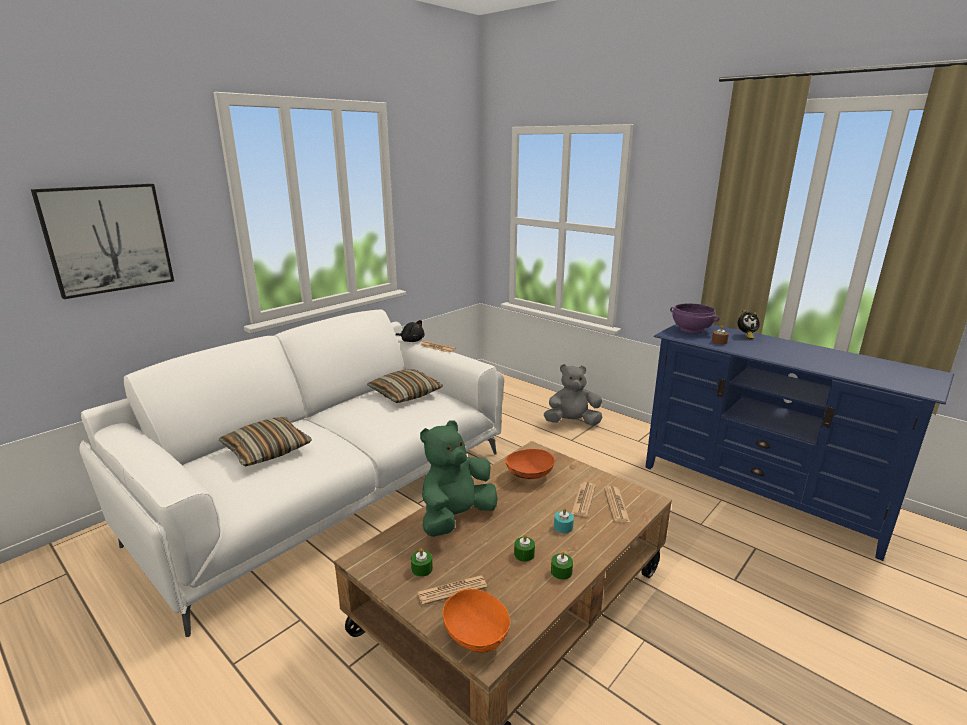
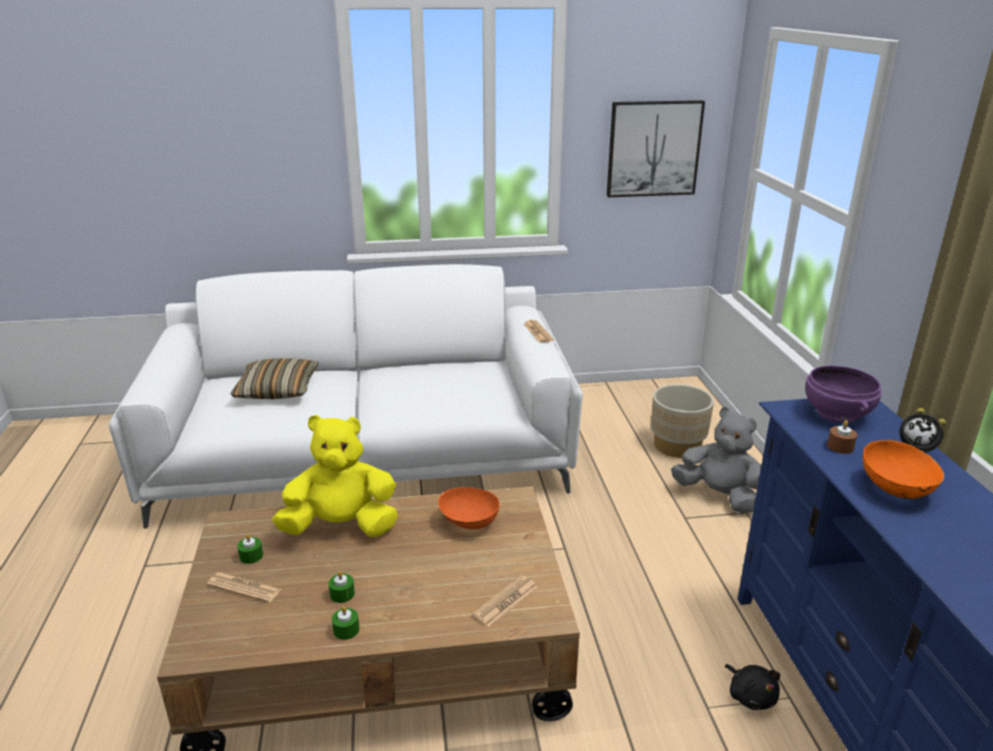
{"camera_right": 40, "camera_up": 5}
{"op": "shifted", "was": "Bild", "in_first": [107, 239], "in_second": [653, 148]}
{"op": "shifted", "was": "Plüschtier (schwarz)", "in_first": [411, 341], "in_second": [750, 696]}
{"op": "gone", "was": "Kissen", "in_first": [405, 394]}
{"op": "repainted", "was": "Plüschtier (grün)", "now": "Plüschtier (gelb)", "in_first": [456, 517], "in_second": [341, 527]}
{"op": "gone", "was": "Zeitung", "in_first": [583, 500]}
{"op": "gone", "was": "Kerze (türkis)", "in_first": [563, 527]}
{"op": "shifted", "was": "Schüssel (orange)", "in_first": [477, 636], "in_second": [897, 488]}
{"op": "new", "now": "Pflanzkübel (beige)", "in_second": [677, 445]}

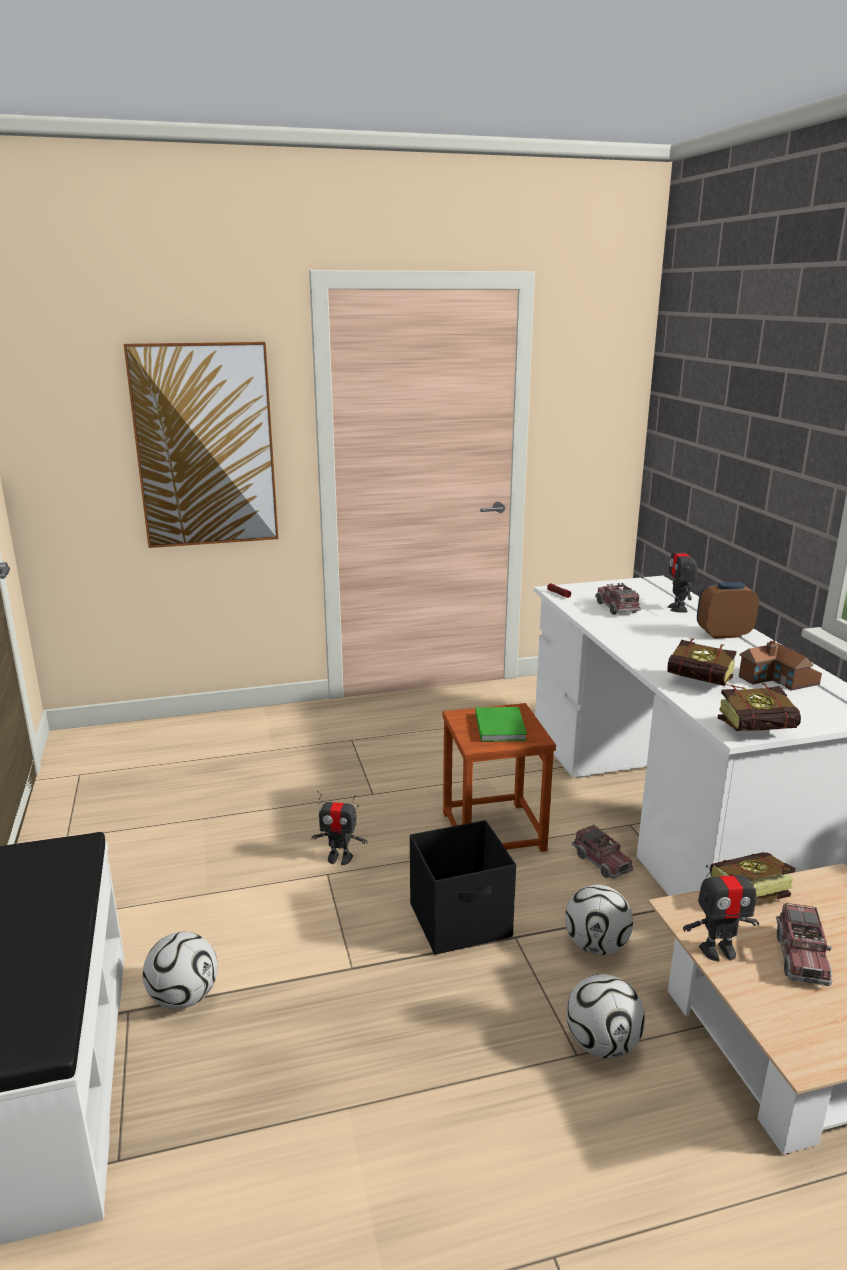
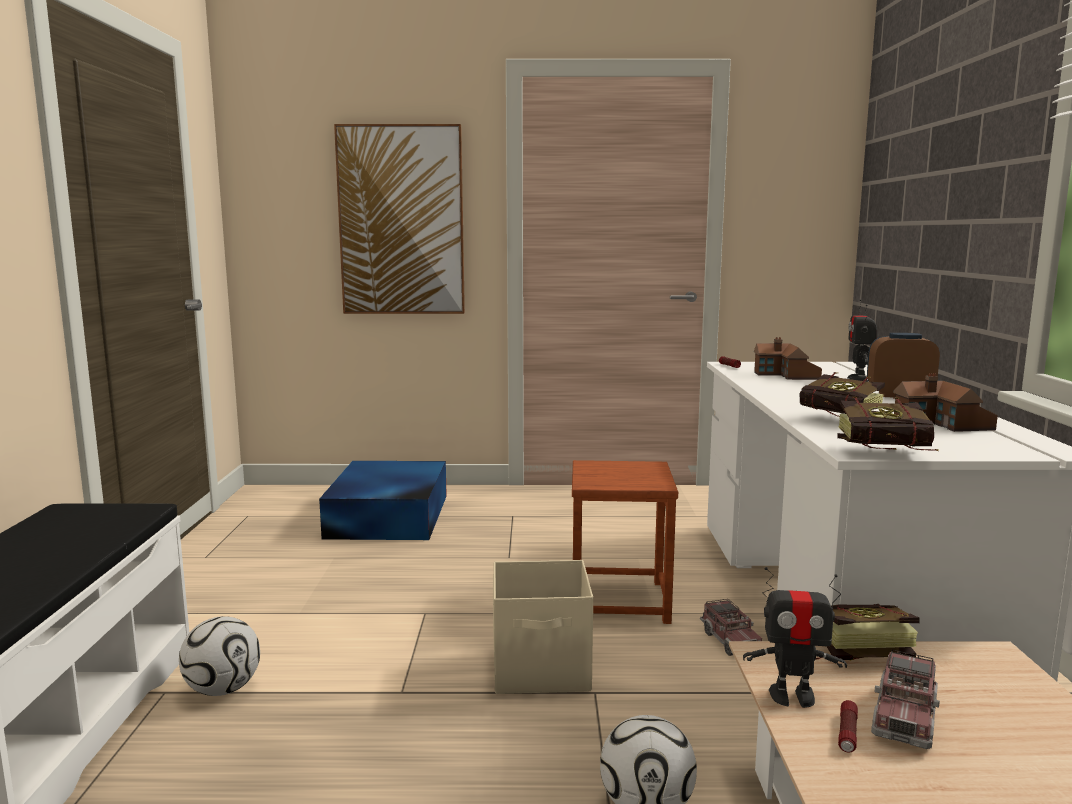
{"camera_right": 15, "camera_up": -10}
{"op": "swapped", "was": "Spielzeuglaster", "now": "Spielzeughaus", "in_first": [617, 607], "in_second": [786, 375]}
{"op": "gone", "was": "Buch (grün)", "in_first": [501, 726]}
{"op": "gone", "was": "Spielzeugroboter", "in_first": [339, 858]}
{"op": "repainted", "was": "Aufbewahrungsbox (schwarz)", "now": "Aufbewahrungsbox (beige)", "in_first": [461, 921], "in_second": [542, 670]}
{"op": "gone", "was": "Fußball", "in_first": [596, 945]}
{"op": "new", "now": "Aufbewahrungsbox (blau)", "in_second": [387, 517]}
{"op": "new", "now": "Taschenlampe", "in_second": [847, 733]}

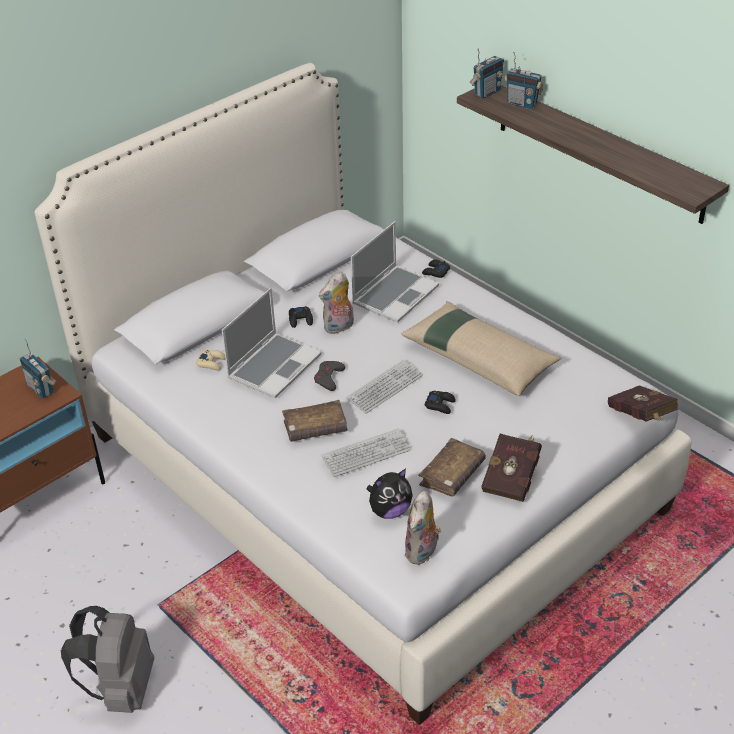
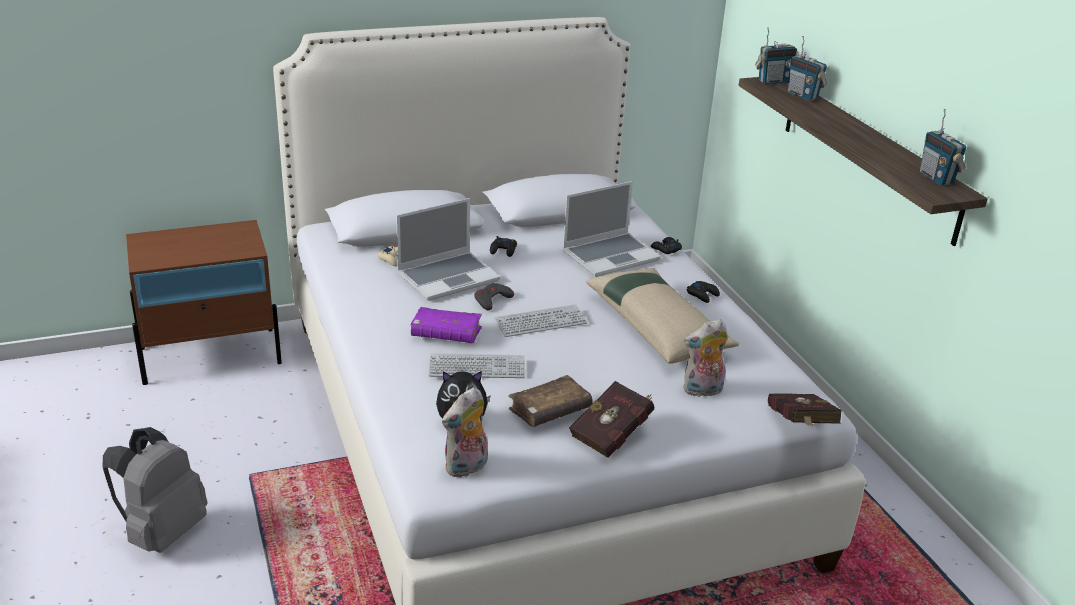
{"camera_right": 20, "camera_up": -10}
{"op": "shifted", "was": "Plüschtier", "in_first": [339, 327], "in_second": [702, 391]}
{"op": "shifted", "was": "Radio", "in_first": [41, 389], "in_second": [936, 178]}
{"op": "shifted", "was": "Gamepad (schwarz)", "in_first": [440, 405], "in_second": [703, 295]}
{"op": "repainted", "was": "Buch (braun)", "now": "Buch (lila)", "in_first": [315, 428], "in_second": [446, 334]}

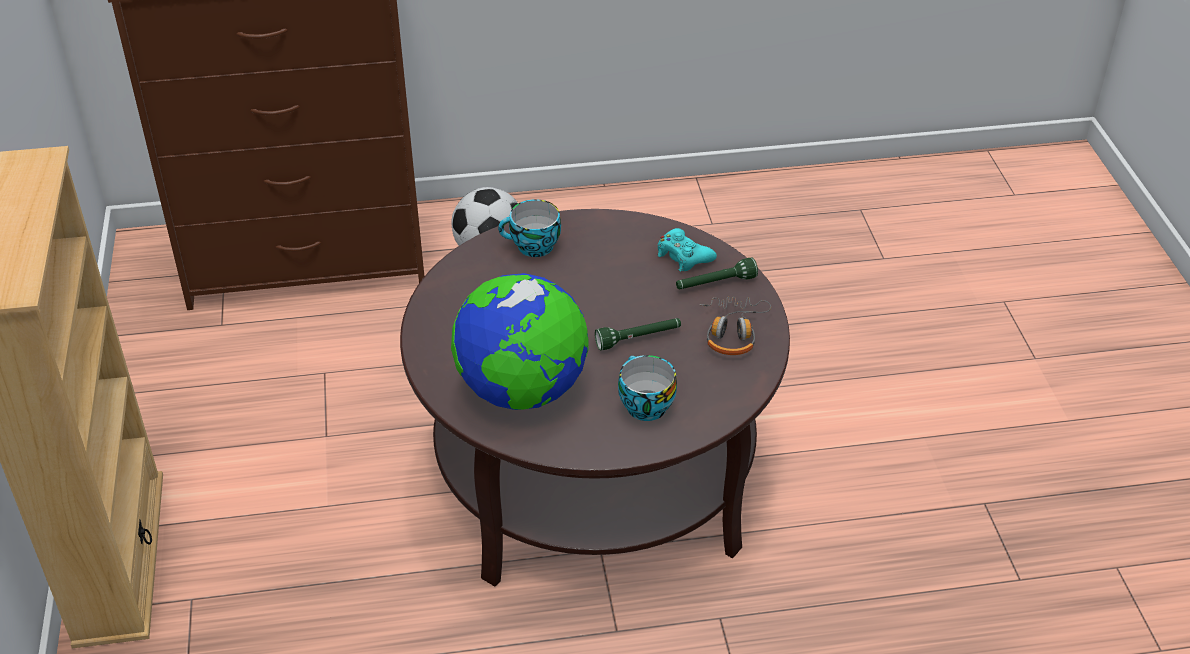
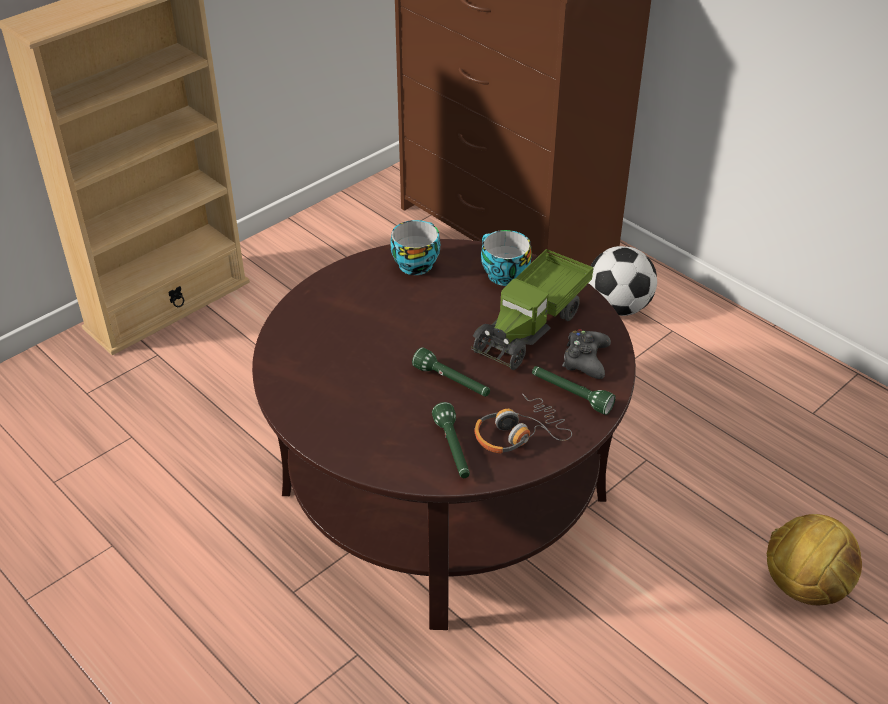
{"camera_right": 55, "camera_up": 0}
{"op": "repainted", "was": "Gamepad (türkis)", "now": "Gamepad (schwarz)", "in_first": [683, 256], "in_second": [585, 360]}
{"op": "gone", "was": "Globus", "in_first": [522, 391]}
{"op": "shifted", "was": "Tasse", "in_first": [643, 405], "in_second": [416, 263]}
{"op": "new", "now": "Spielzeuglaster", "in_second": [532, 327]}
{"op": "new", "now": "Taschenlampe (grün)", "in_second": [453, 449]}
{"op": "new", "now": "Fußball", "in_second": [803, 587]}

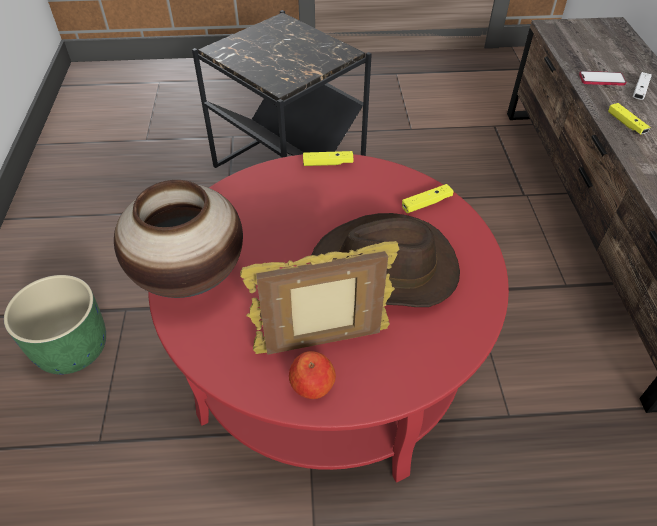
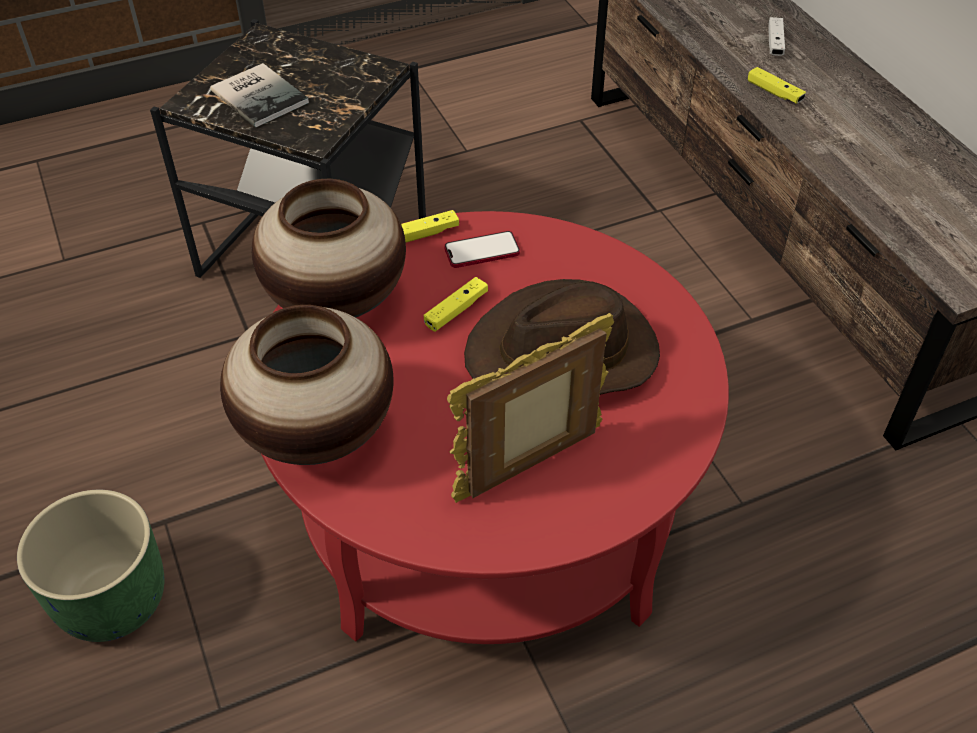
{"camera_right": -20, "camera_up": 0}
{"op": "shifted", "was": "Handy", "in_first": [601, 79], "in_second": [482, 251]}
{"op": "shifted", "was": "Gamepad (gelb)", "in_first": [426, 203], "in_second": [456, 310]}
{"op": "gone", "was": "Apfel", "in_first": [312, 385]}
{"op": "new", "now": "Buch", "in_second": [260, 94]}
{"op": "new", "now": "Vase", "in_second": [336, 302]}

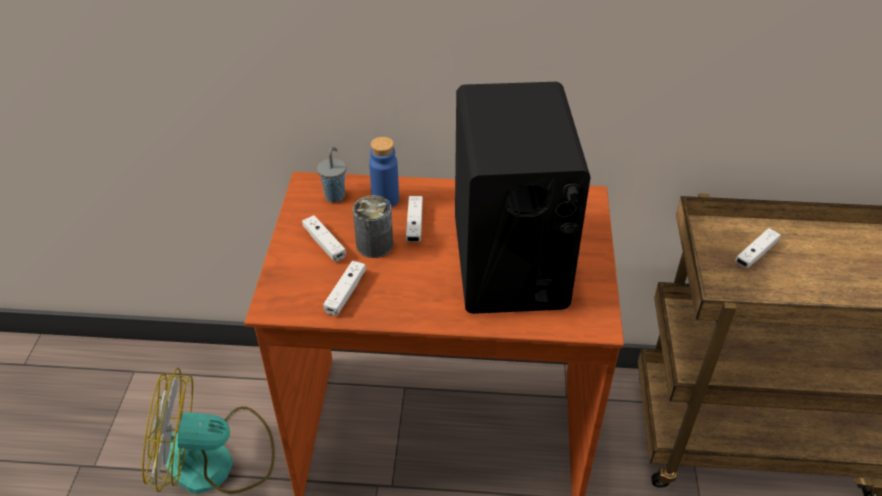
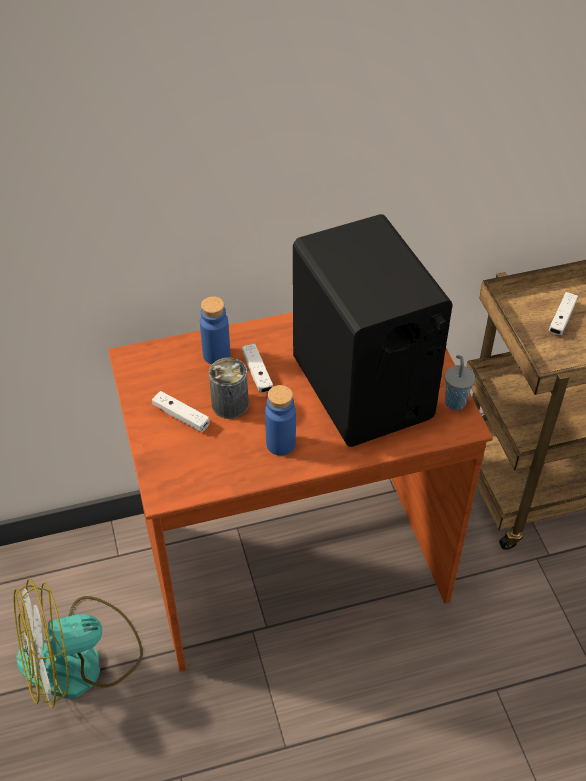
{"camera_right": -20, "camera_up": 5}
{"op": "shifted", "was": "Tasse (grau)", "in_first": [335, 195], "in_second": [455, 401]}
{"op": "gone", "was": "Gamepad (weiß)", "in_first": [345, 293]}
{"op": "new", "now": "Flasche (blau)", "in_second": [280, 444]}

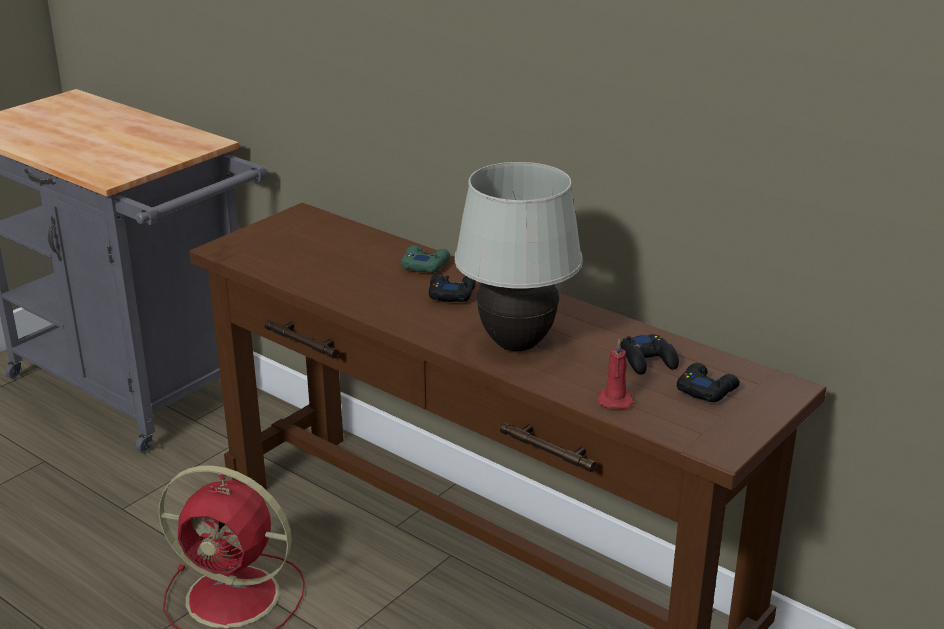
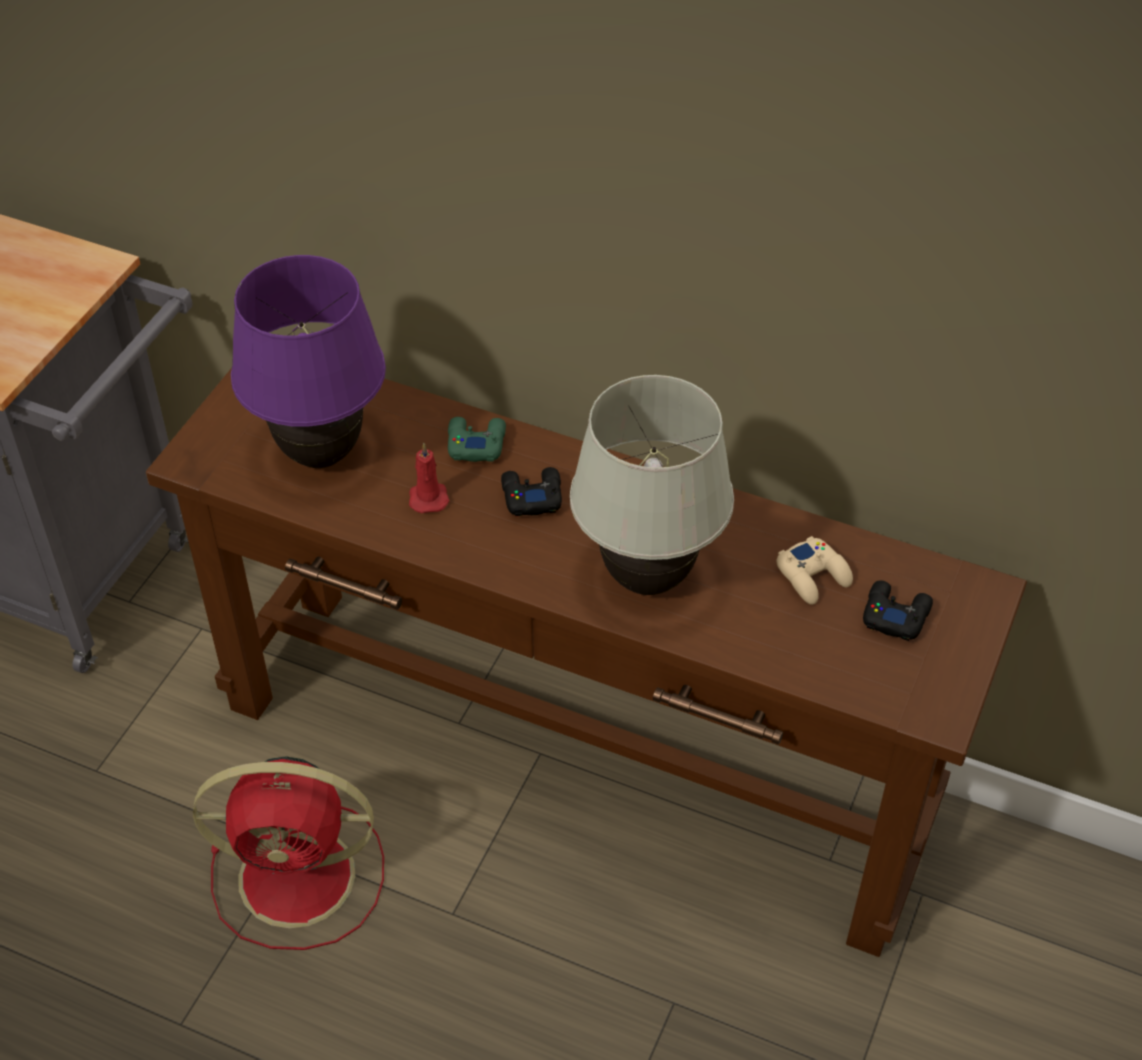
{"camera_right": -15, "camera_up": 20}
{"op": "repainted", "was": "Gamepad (schwarz)", "now": "Gamepad (beige)", "in_first": [648, 360], "in_second": [813, 576]}
{"op": "shifted", "was": "Kerze (rot)", "in_first": [615, 399], "in_second": [428, 497]}
{"op": "new", "now": "Tischlampe (lila)", "in_second": [321, 454]}

